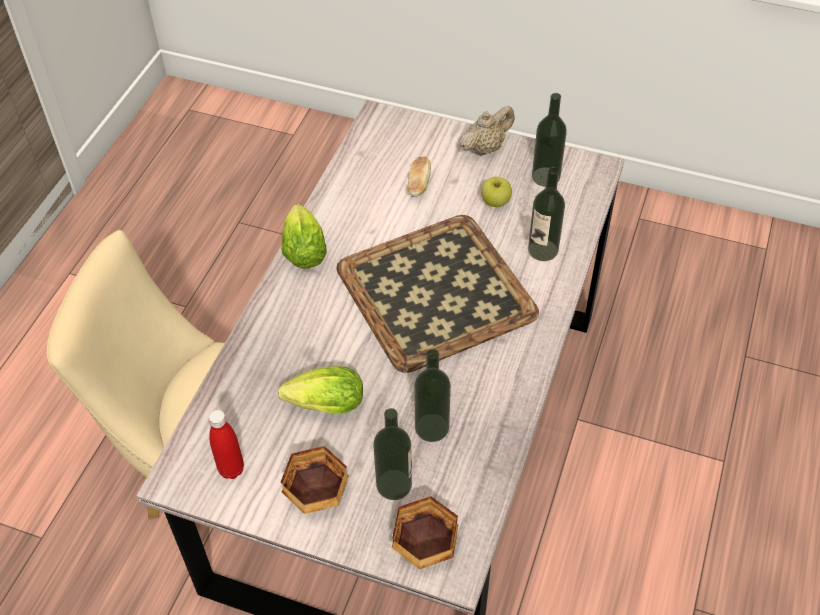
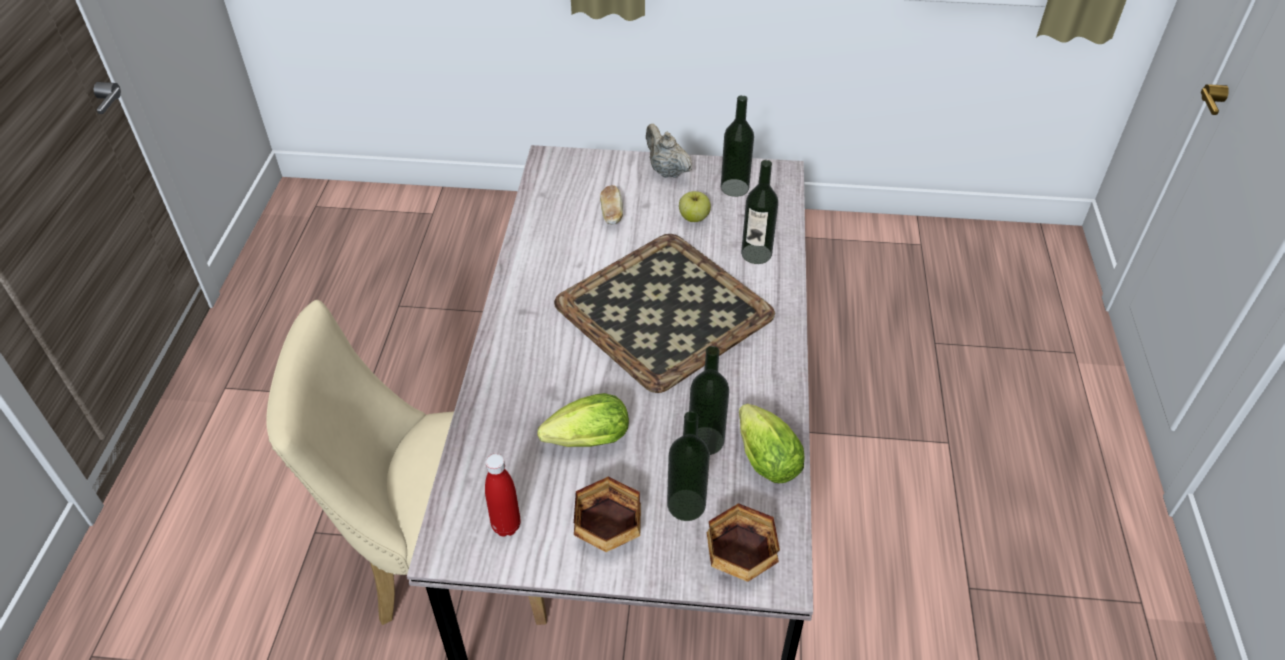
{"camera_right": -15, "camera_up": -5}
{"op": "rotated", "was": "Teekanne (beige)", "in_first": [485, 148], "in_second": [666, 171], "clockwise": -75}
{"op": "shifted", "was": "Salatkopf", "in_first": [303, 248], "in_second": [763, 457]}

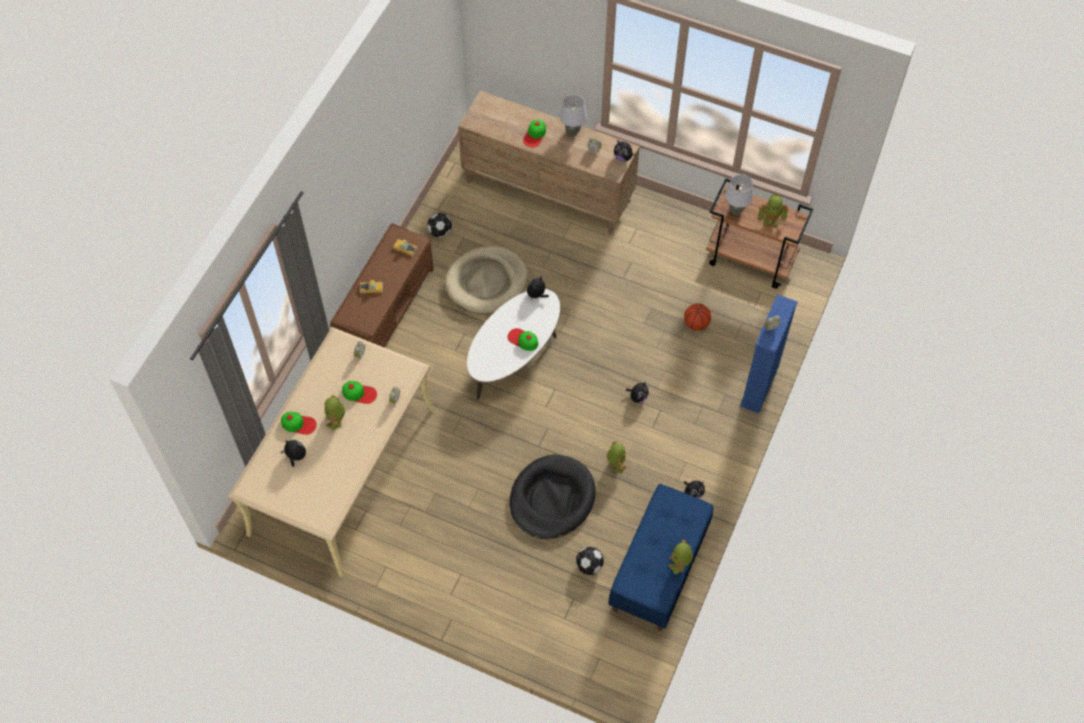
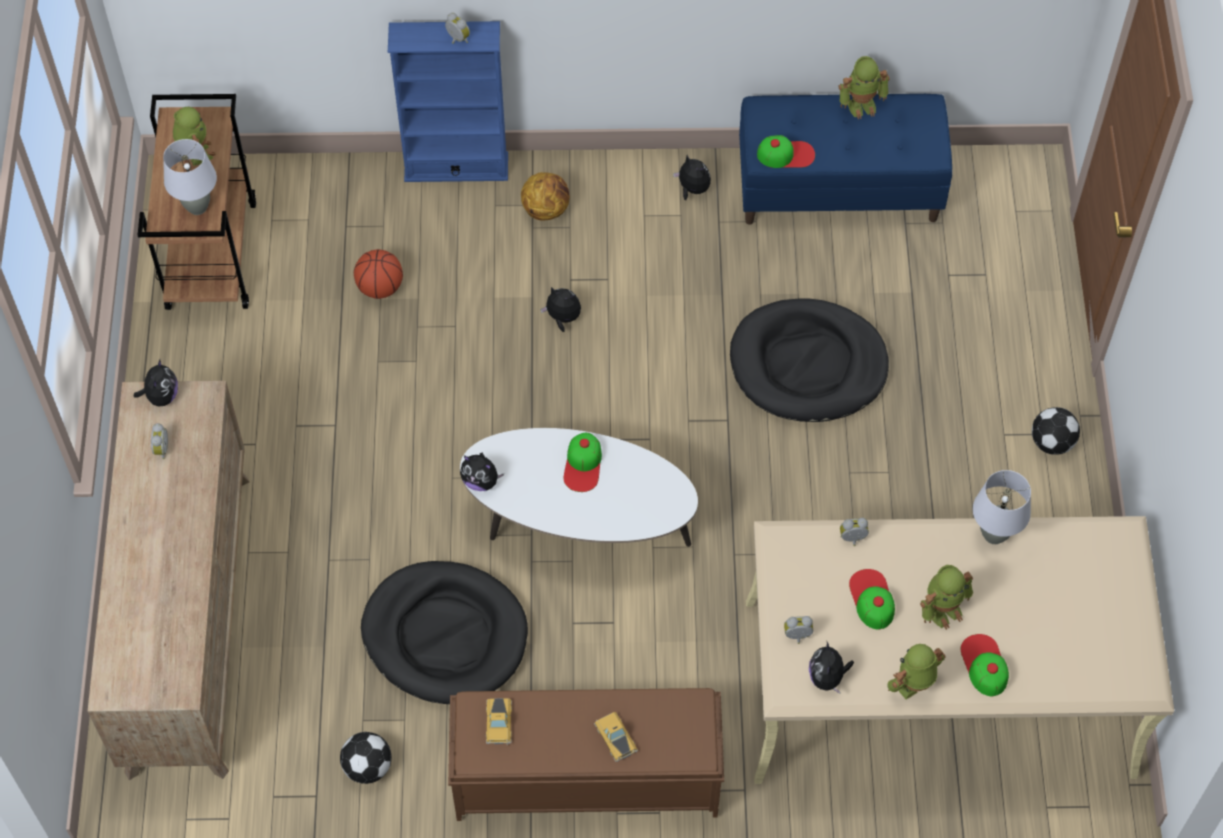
{"camera_right": -115, "camera_up": 0}
{"op": "shifted", "was": "Tischlampe (grau)", "in_first": [572, 132], "in_second": [994, 535]}
{"op": "shifted", "was": "Kappe", "in_first": [535, 135], "in_second": [786, 154]}
{"op": "repainted", "was": "Hundebett (beige)", "now": "Hundebett (schwarz)", "in_first": [486, 282], "in_second": [445, 635]}
{"op": "shifted", "was": "Plüschtier", "in_first": [296, 457], "in_second": [827, 677]}
{"op": "shifted", "was": "Spielzeugroboter", "in_first": [615, 464], "in_second": [913, 686]}
{"op": "shifted", "was": "Fußball", "in_first": [589, 566], "in_second": [1052, 443]}
{"op": "new", "now": "Basketball", "in_second": [546, 209]}

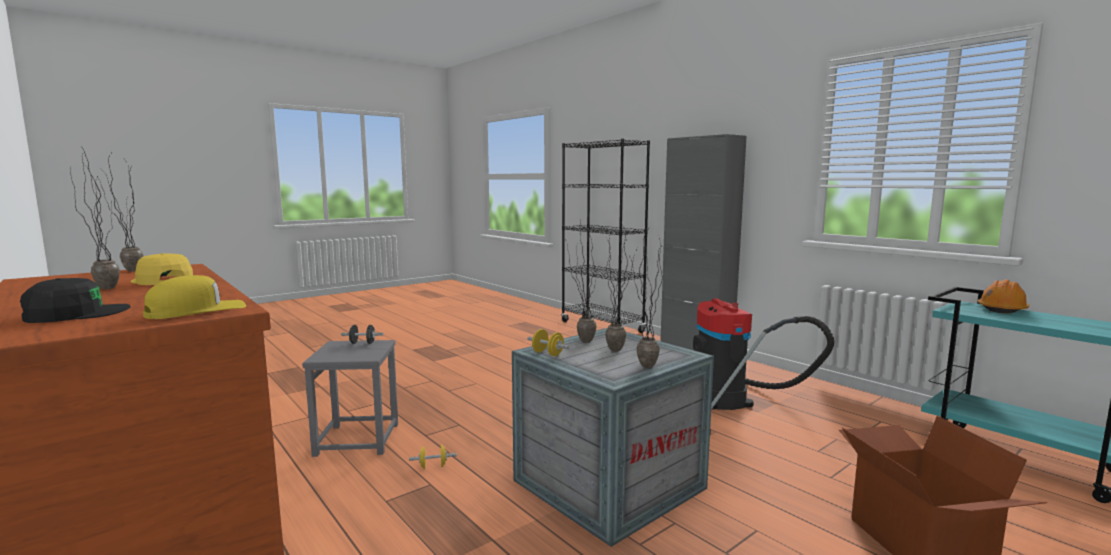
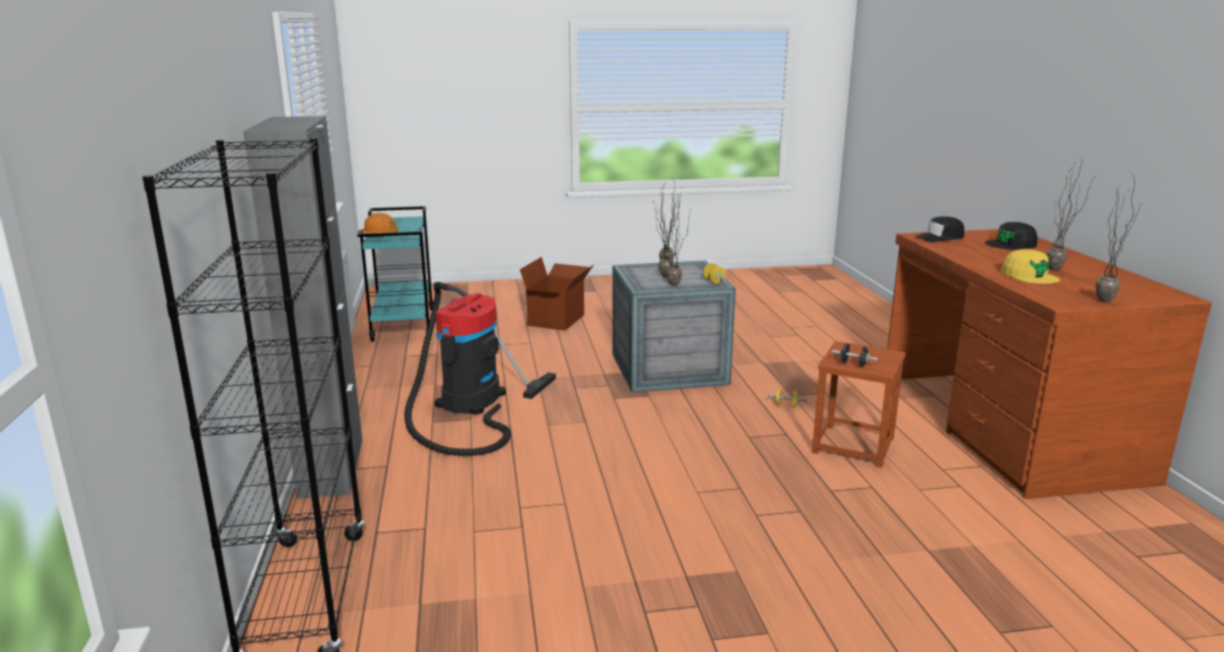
{"camera_right": -150, "camera_up": 10}
{"op": "repainted", "was": "Kappe (gelb)", "now": "Kappe (schwarz)", "in_first": [196, 311], "in_second": [940, 238]}
{"op": "repainted", "was": "Hocker (grau)", "now": "Hocker (braun)", "in_first": [358, 439], "in_second": [852, 445]}

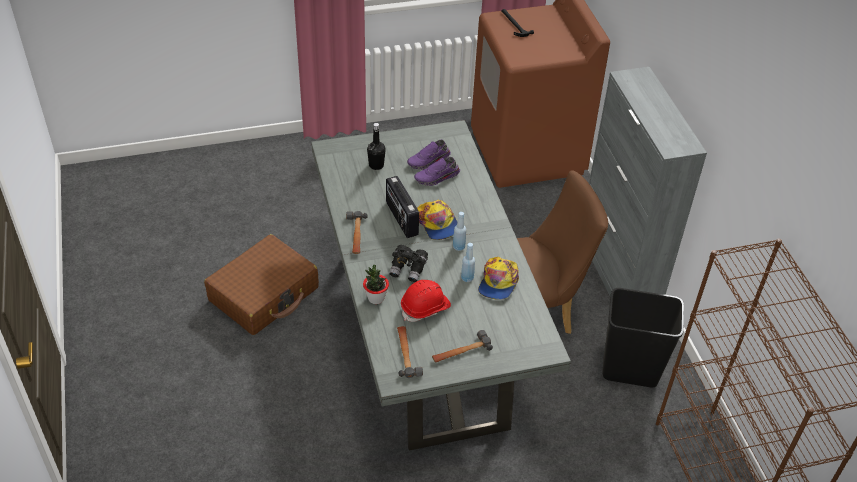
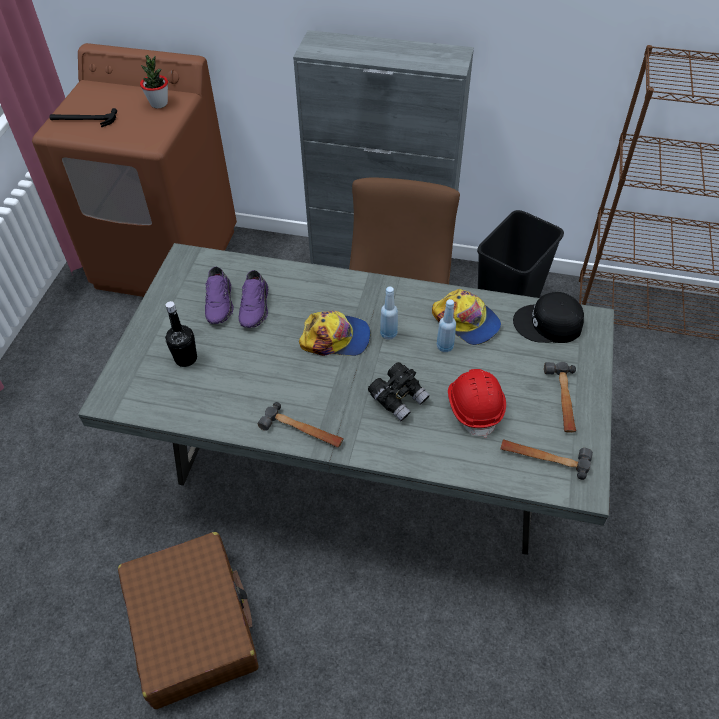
{"camera_right": -60, "camera_up": 5}
{"op": "gone", "was": "Radio", "in_first": [401, 219]}
{"op": "shifted", "was": "Topfpflanze", "in_first": [376, 298], "in_second": [159, 104]}
{"op": "new", "now": "Kappe (schwarz)", "in_second": [548, 324]}

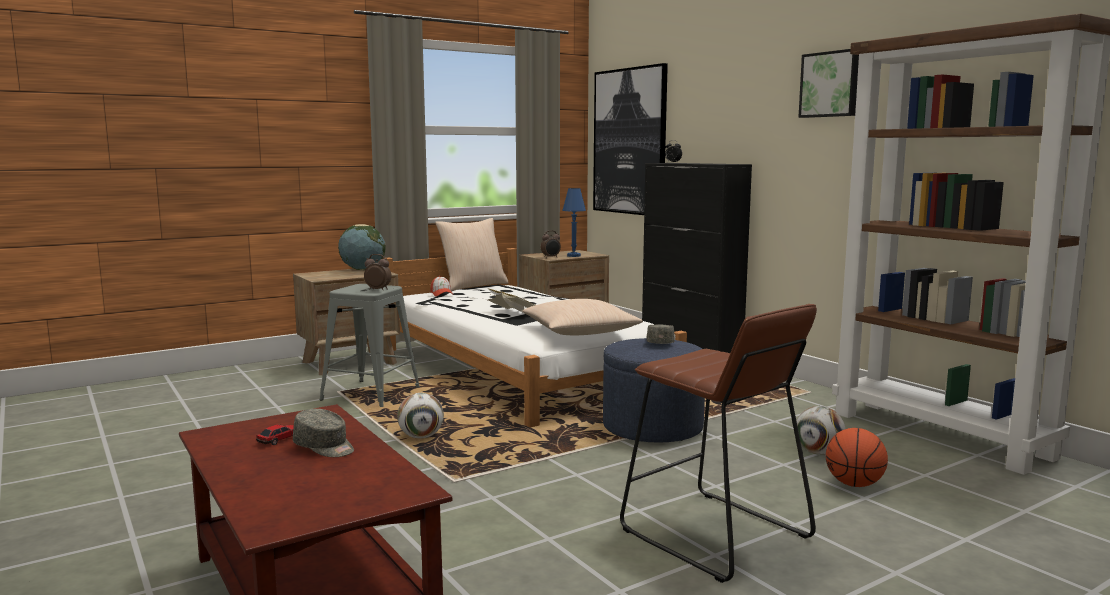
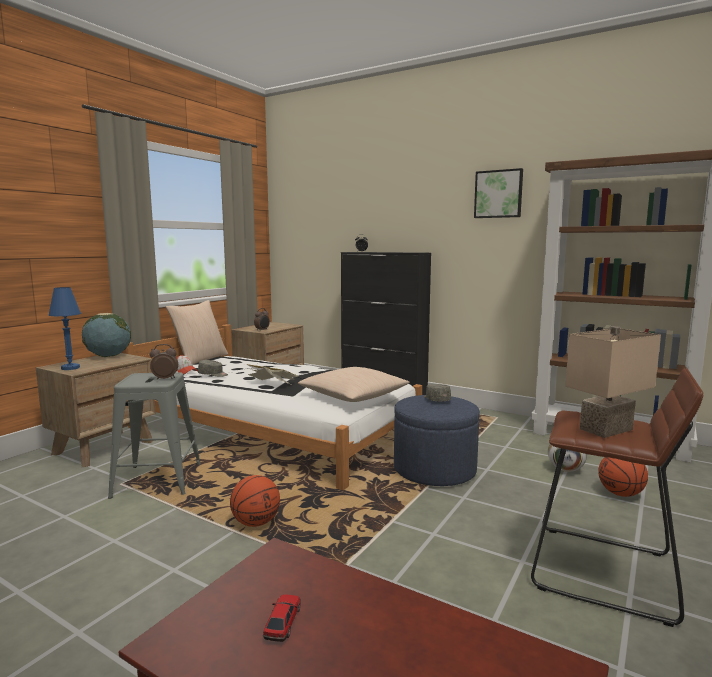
{"camera_right": -25, "camera_up": 0}
{"op": "gone", "was": "Bild", "in_first": [629, 141]}
{"op": "shifted", "was": "Tischlampe (blau)", "in_first": [574, 256], "in_second": [70, 368]}
{"op": "swapped", "was": "Fußball", "now": "Basketball", "in_first": [421, 437], "in_second": [255, 522]}
{"op": "shifted", "was": "Kappe (grau)", "in_first": [325, 447], "in_second": [213, 374]}
{"op": "new", "now": "Tischlampe (beige)", "in_second": [607, 430]}

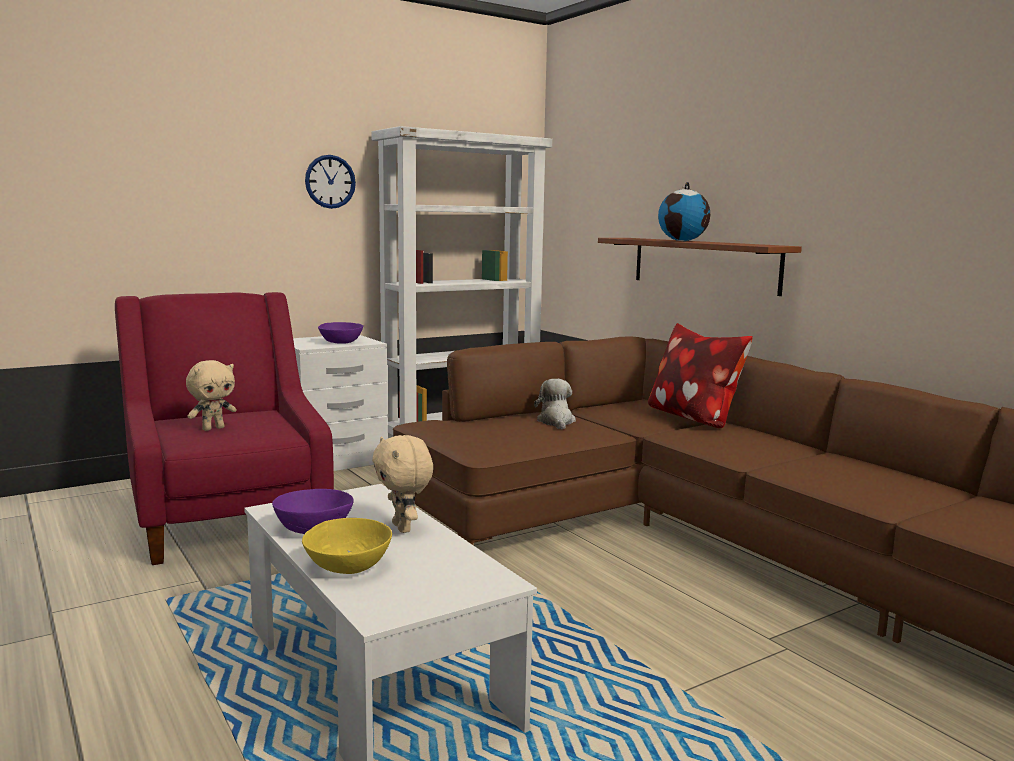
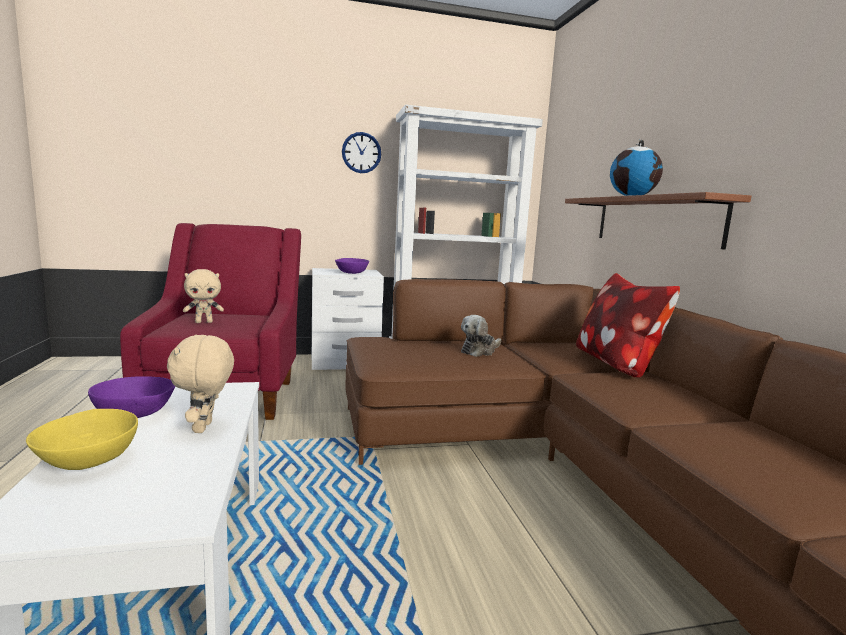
{"camera_right": 20, "camera_up": 0}
{"op": "rotated", "was": "Plüschtier", "in_first": [556, 422], "in_second": [479, 351], "clockwise": -150}

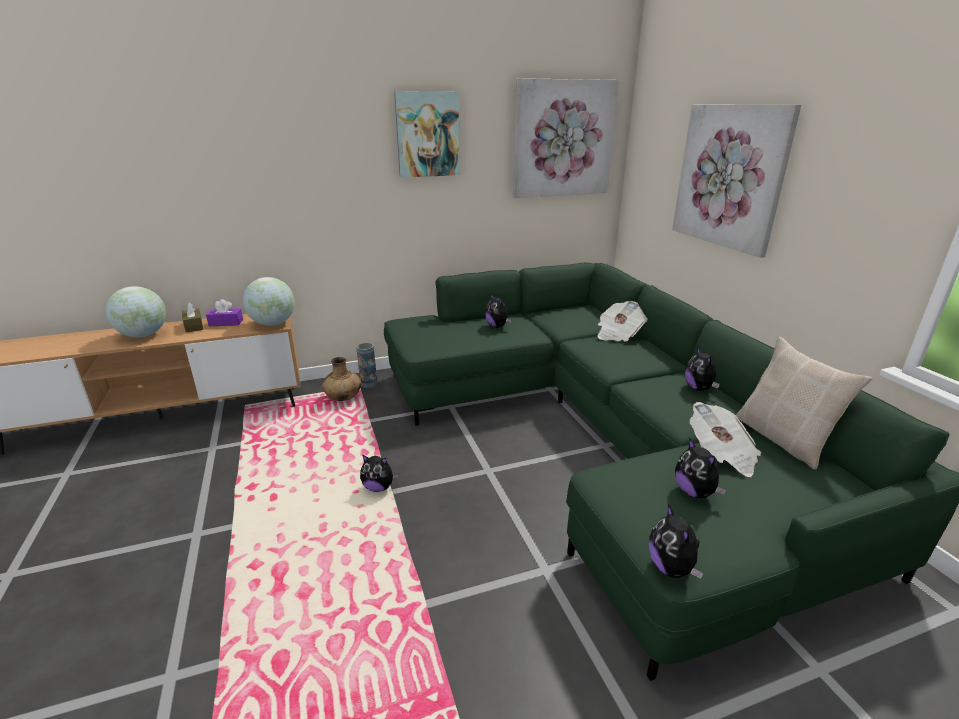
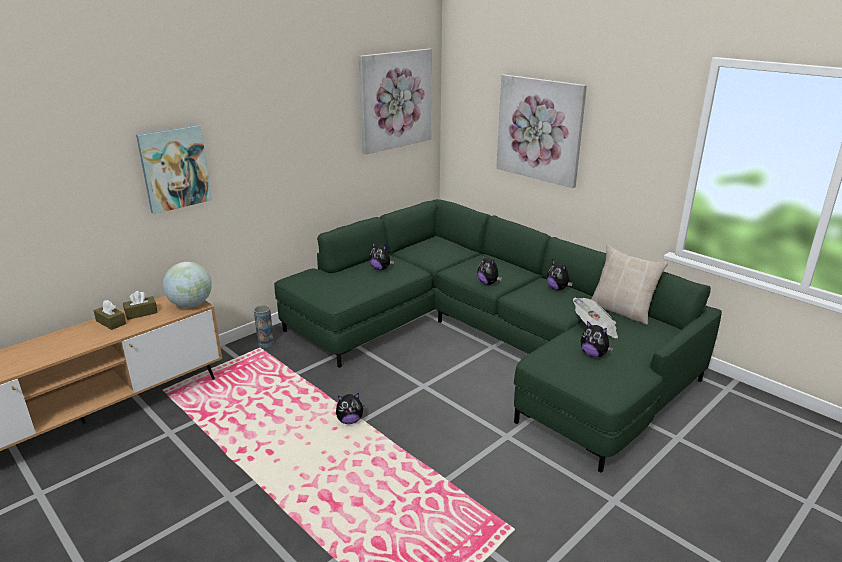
{"camera_right": -25, "camera_up": 0}
{"op": "shifted", "was": "Bild", "in_first": [427, 135], "in_second": [174, 168]}
{"op": "gone", "was": "Globus", "in_first": [143, 335]}
{"op": "repainted", "was": "Taschentuchbox (lila)", "now": "Taschentuchbox (braun)", "in_first": [226, 323], "in_second": [141, 313]}
{"op": "gone", "was": "Zeitung", "in_first": [618, 334]}
{"op": "gone", "was": "Vase (braun)", "in_first": [343, 398]}
{"op": "shifted", "was": "Plüschtier", "in_first": [672, 568], "in_second": [488, 283]}

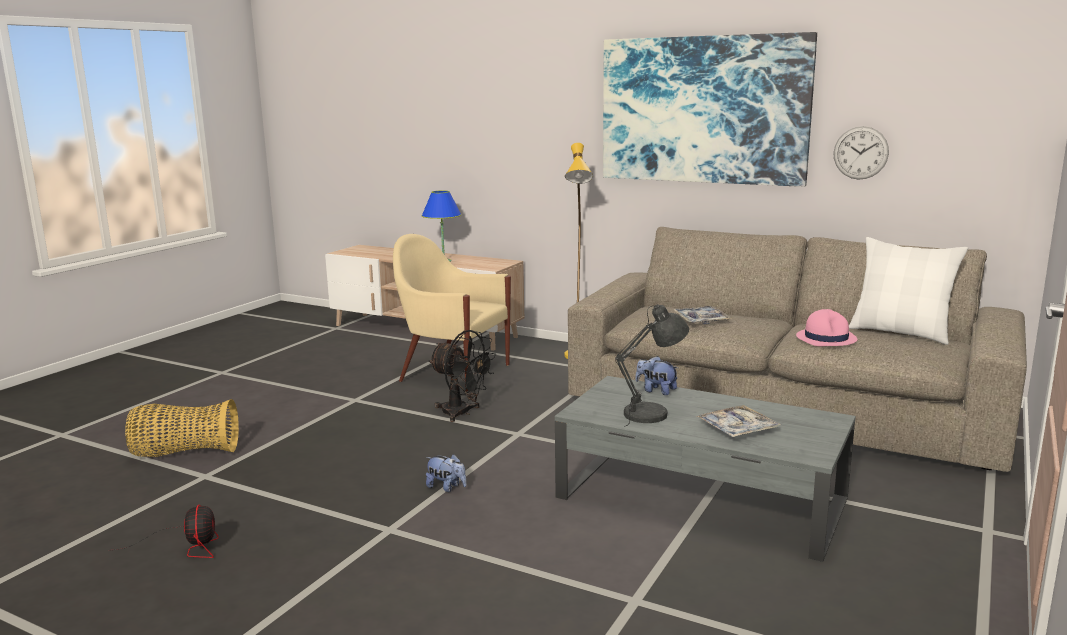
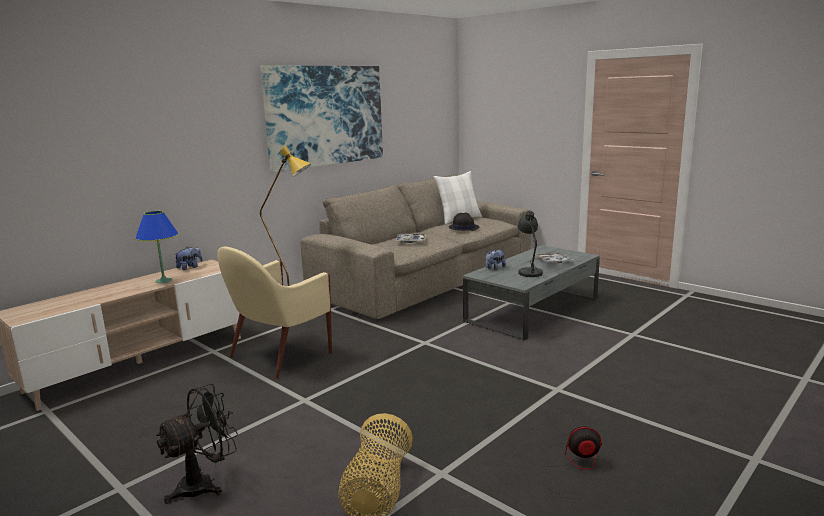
{"camera_right": -75, "camera_up": 0}
{"op": "gone", "was": "Wanduhr", "in_first": [860, 153]}
{"op": "repainted", "was": "Hut (rosa)", "now": "Hut (schwarz)", "in_first": [826, 338], "in_second": [463, 227]}
{"op": "shifted", "was": "Ventilator (schwarz)", "in_first": [462, 413], "in_second": [204, 484]}
{"op": "shifted", "was": "Plüschtier", "in_first": [446, 487], "in_second": [189, 267]}

